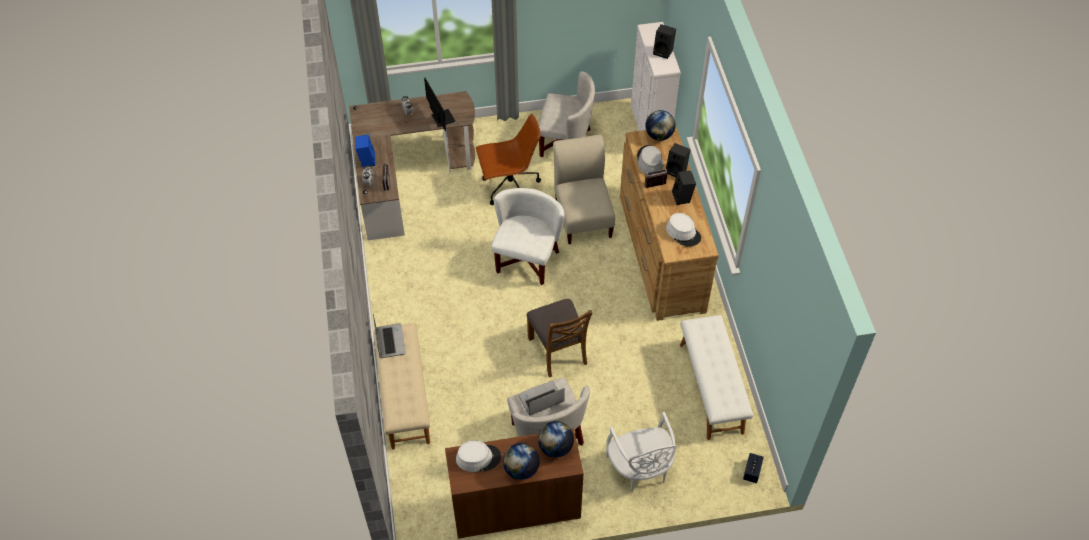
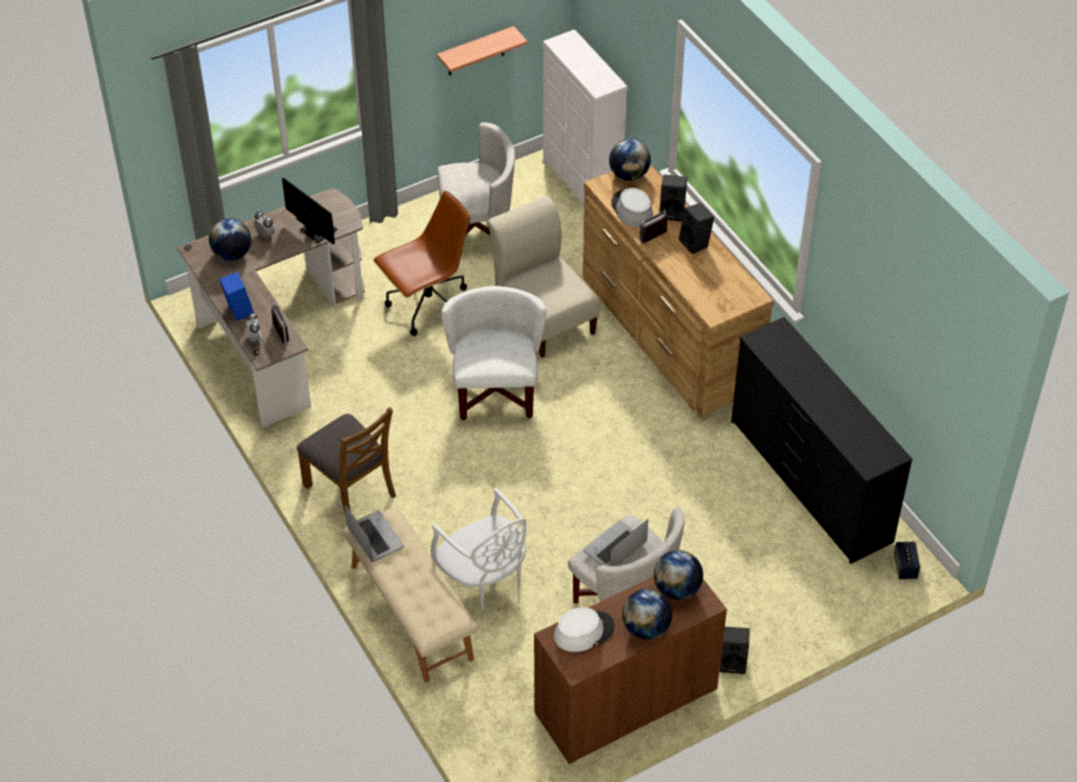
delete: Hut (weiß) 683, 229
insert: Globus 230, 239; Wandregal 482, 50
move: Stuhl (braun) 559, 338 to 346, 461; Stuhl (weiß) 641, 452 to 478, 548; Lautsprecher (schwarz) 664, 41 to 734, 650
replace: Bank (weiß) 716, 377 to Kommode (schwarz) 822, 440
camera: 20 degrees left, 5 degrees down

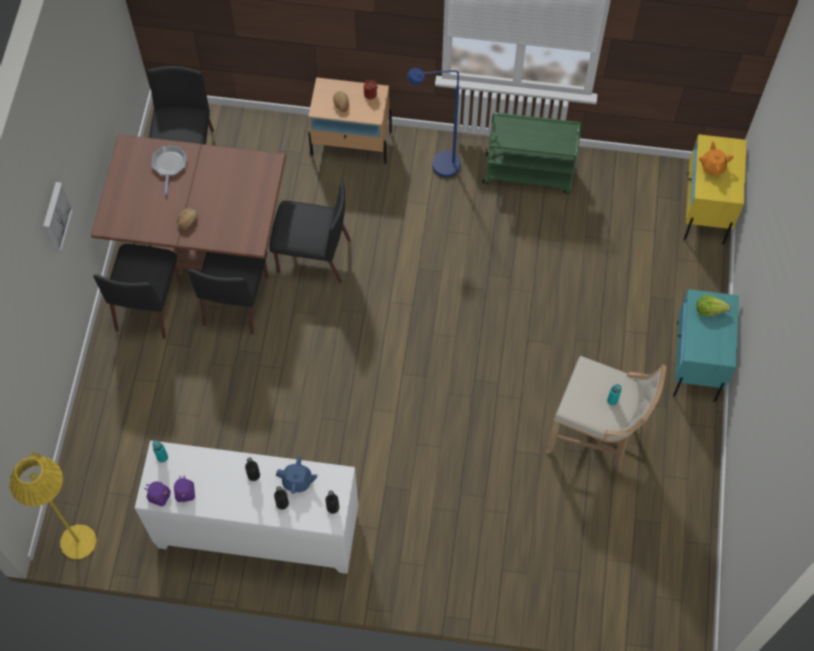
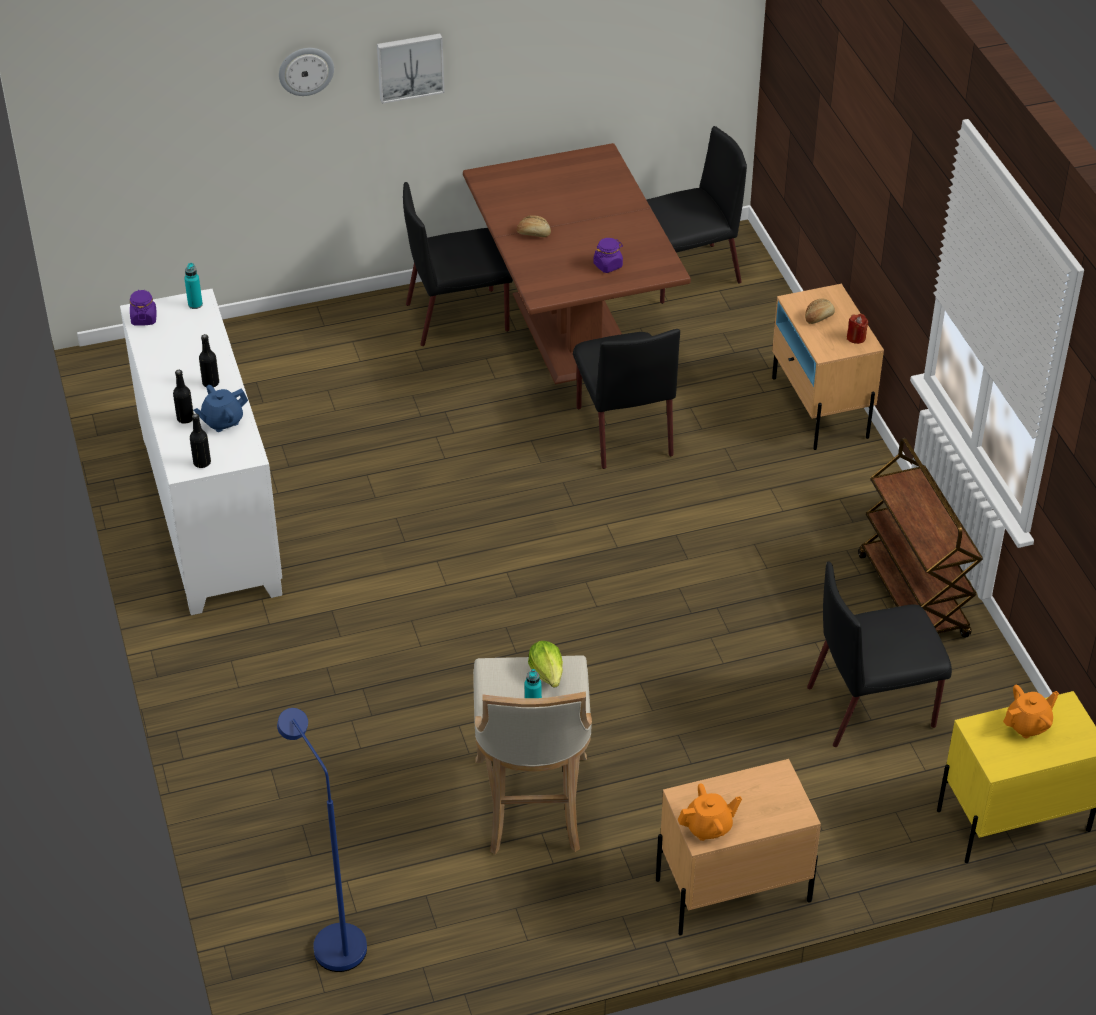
delete: Stehlampe (gelb) 53, 505; Pfanne 169, 170
insert: Wanduhr 306, 72; Teekanne (orange) 710, 812
move: Vorratsglas (lila) 184, 488 to 608, 255; Stuhl (schwarz) 228, 292 to 879, 654; Stehlampe (blau) 434, 122 to 322, 840; Salatkopf 714, 305 to 545, 664
recolor: Rollwagen (grün) 532, 153 to Rollwagen (braun) 920, 538; Nachttisch (türkis) 706, 345 to Nachttisch (beige) 738, 847
rotate: Teekanne (blau) 296, 475 = 220, 408 75 degrees clockwise
camera: 65 degrees right, 20 degrees down

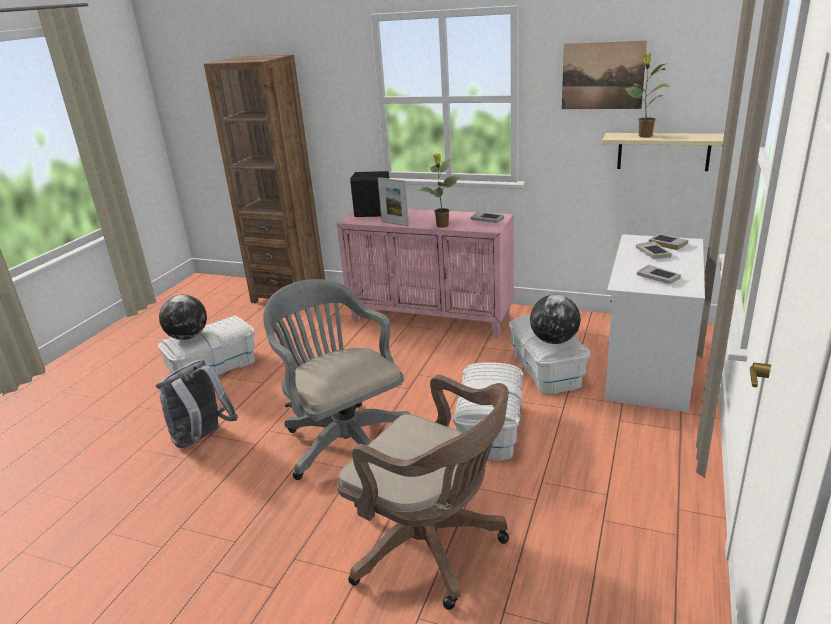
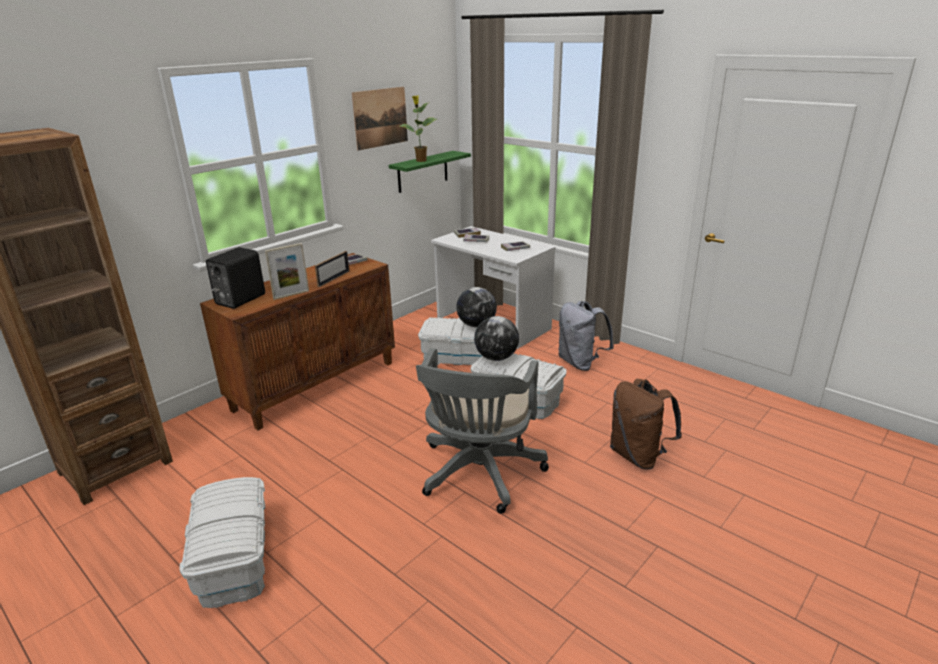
move: Rucksack (grau) 197, 403 to 586, 336; Globus 183, 317 to 496, 338
replace: Bürostuhl (braun) 423, 492 to Rucksack (braun) 646, 424; Topfpflanze 439, 191 to Bilderrahmen 332, 269
recolor: Schrank (rosa) 425, 273 to Schrank (braun) 297, 341; Wandregal (beige) 663, 152 to Wandregal (grün) 430, 172
rotate: Bürostuhl (grau) 336, 379 = 482, 431 60 degrees counterclockwise
camera: 70 degrees left, 0 degrees up

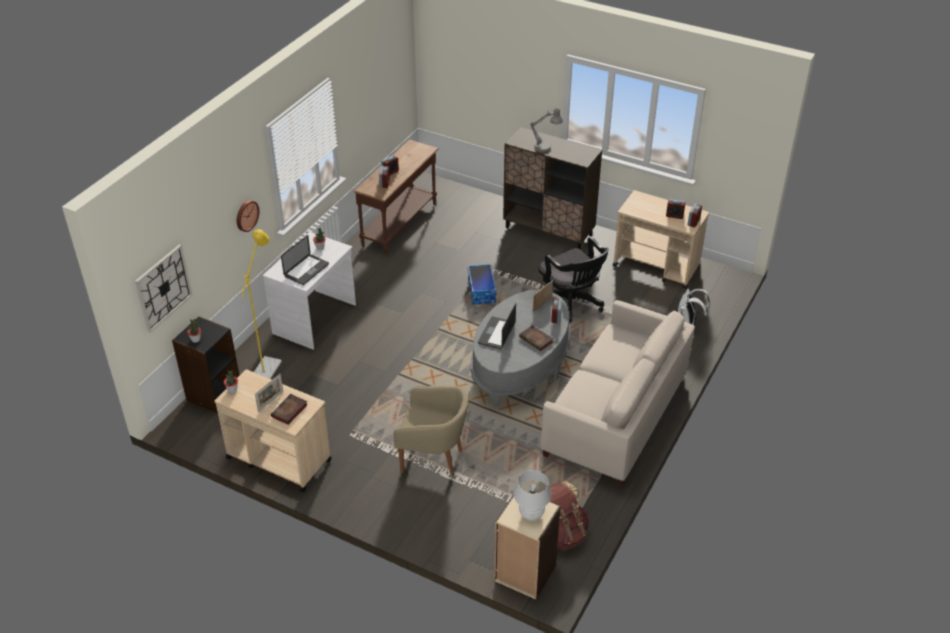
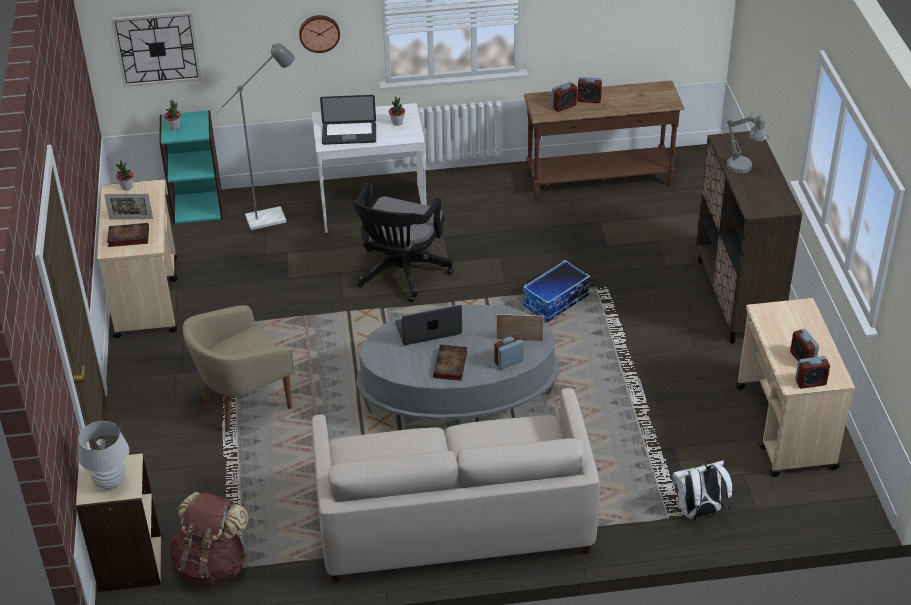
move: Bürostuhl (schwarz) 573, 280 to 403, 242
recolor: Bücherregal (schwarz) 205, 364 to Bücherregal (türkis) 191, 167; Stehlampe (gelb) 260, 304 to Stehlampe (grau) 255, 137
rotate: Sessel (beige) 431, 430 = 238, 368 75 degrees clockwise
camera: 55 degrees right, 0 degrees up

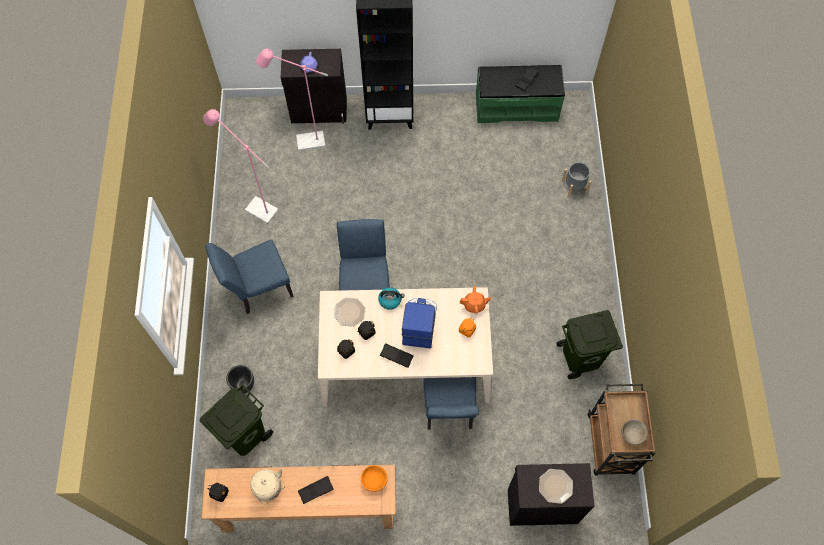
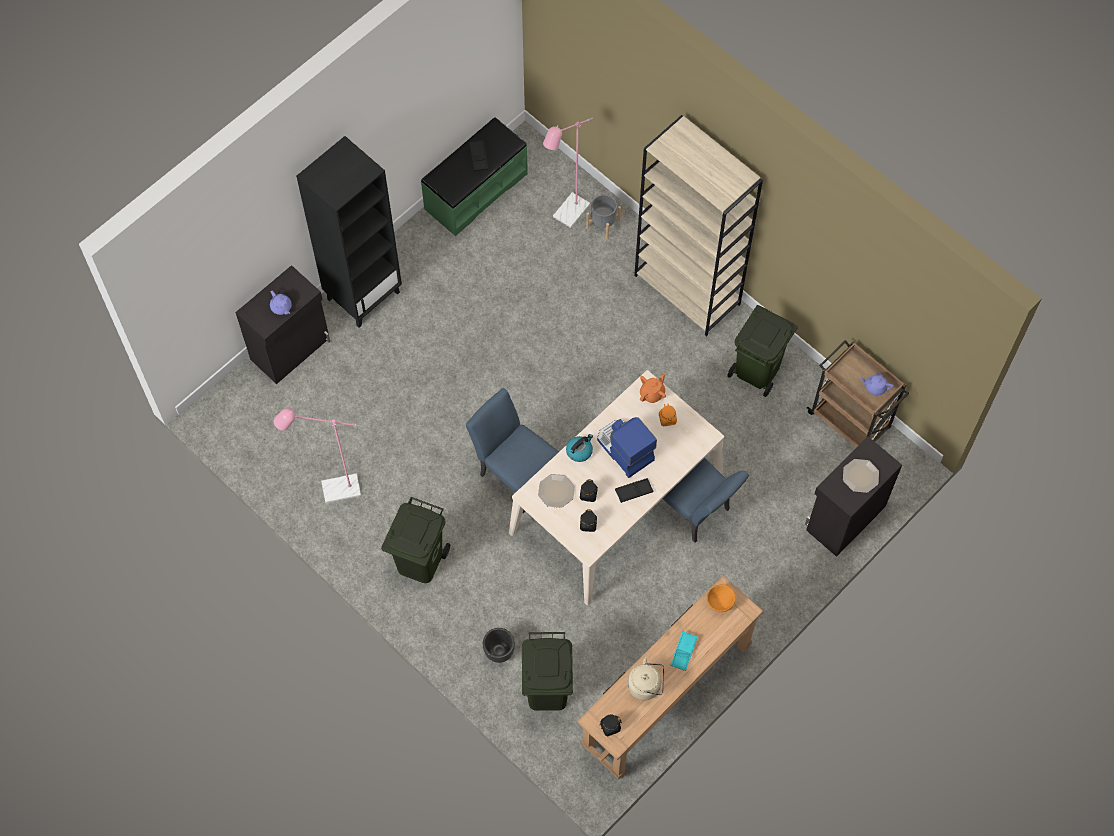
insert: Bücherregal (beige) 698, 225
move: Stehlampe (rosa) 292, 100 to 568, 173
replace: Stuhl (blau) 249, 276 to Mülleimer (grün) 415, 540; Schüssel (beige) 634, 432 to Teekanne (lila) 876, 384
recolor: Tablett (schwarz) 316, 490 to Tablett (türkis) 684, 651
camera: 45 degrees left, 0 degrees up

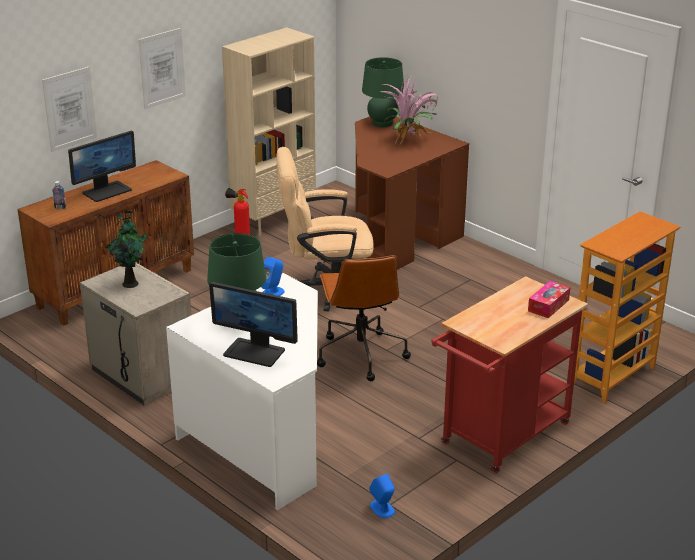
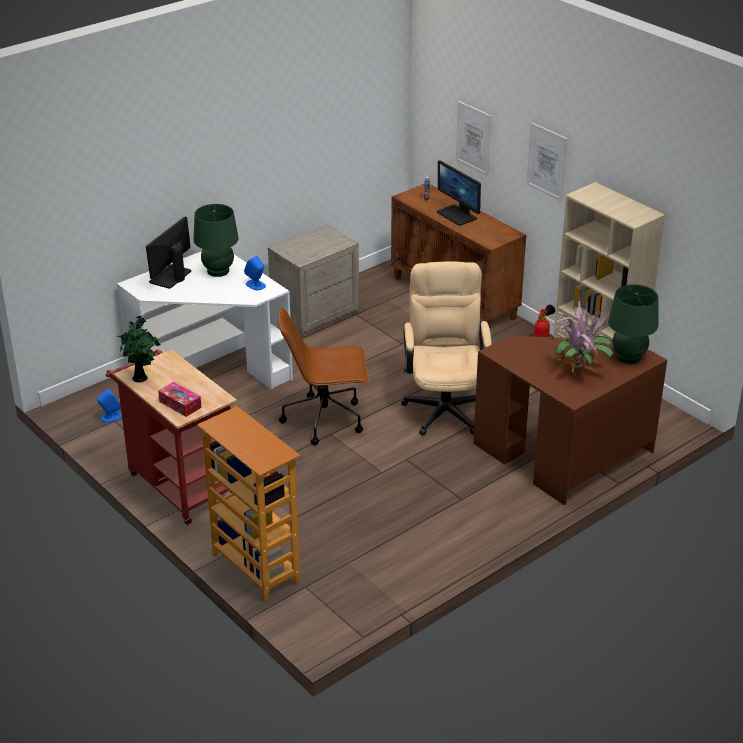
move: Topfpflanze 126, 249 to 139, 349
camera: 95 degrees right, 5 degrees up

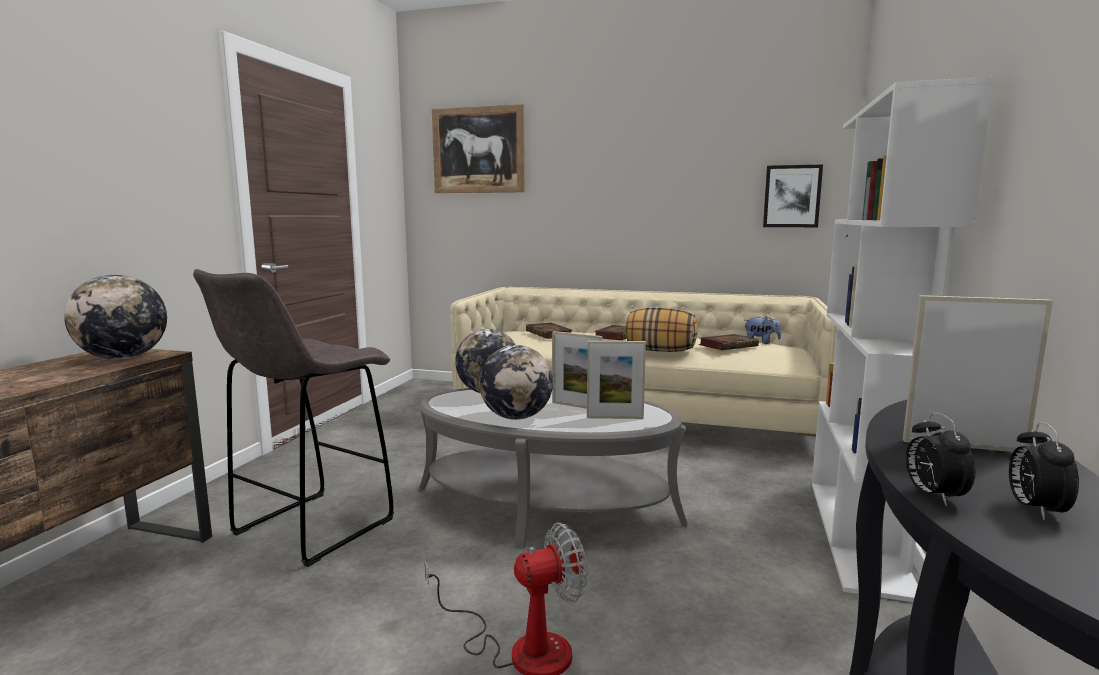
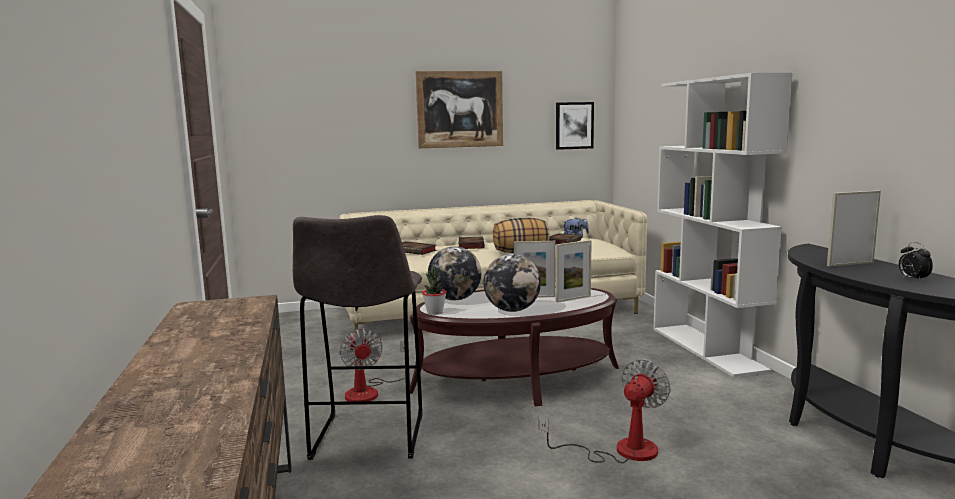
delete: Globus 115, 317; Wecker 941, 459
insert: Ventilator 372, 365; Topfpflanze 434, 290
move: Bild 478, 148 to 459, 109
recolor: Couchtisch (grau) 553, 468 to Couchtisch (braun) 514, 346
camera: 30 degrees left, 0 degrees up

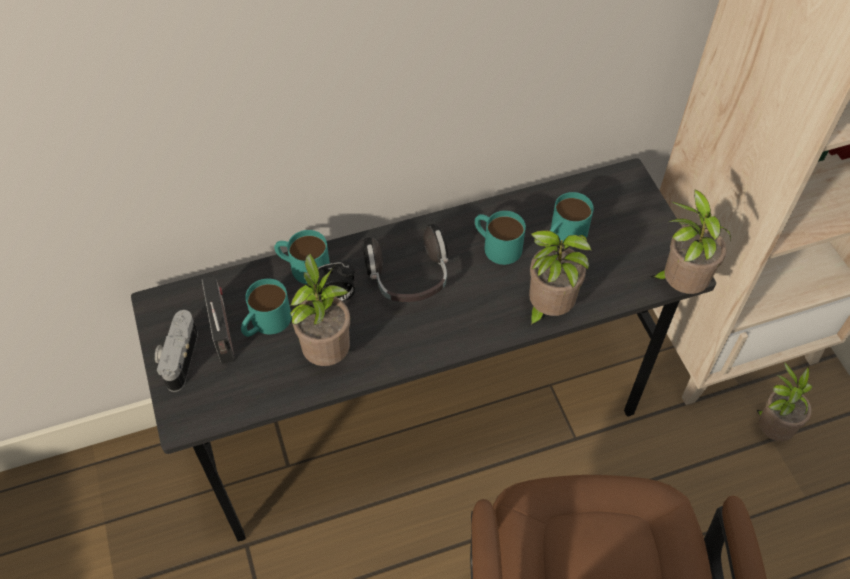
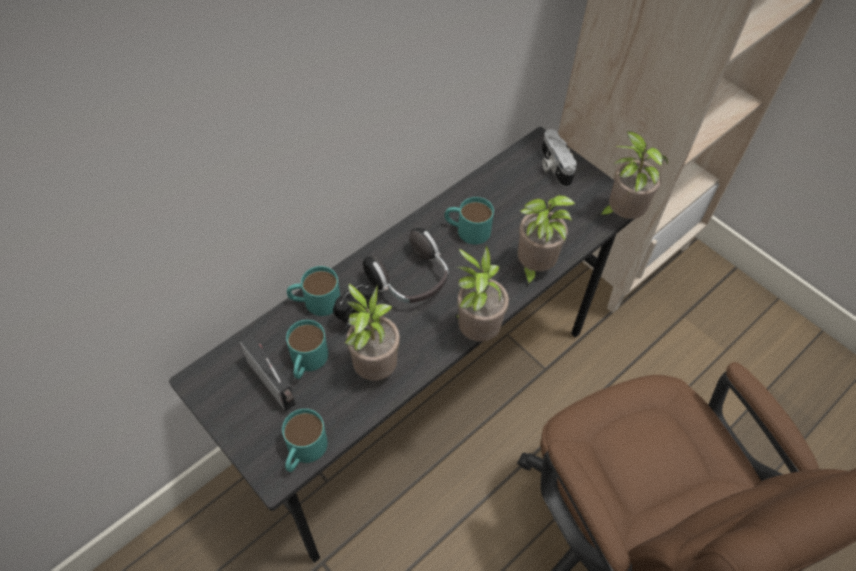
move: Kamera 176, 351 to 559, 158; Henkelbecher (türkis) 572, 218 to 305, 440; Topfpflanze 784, 401 to 482, 293
camera: 25 degrees left, 0 degrees up

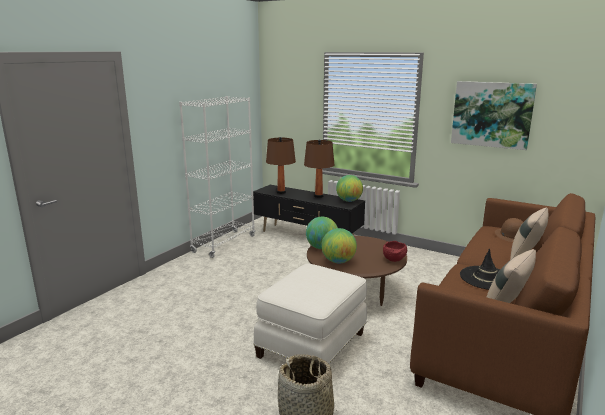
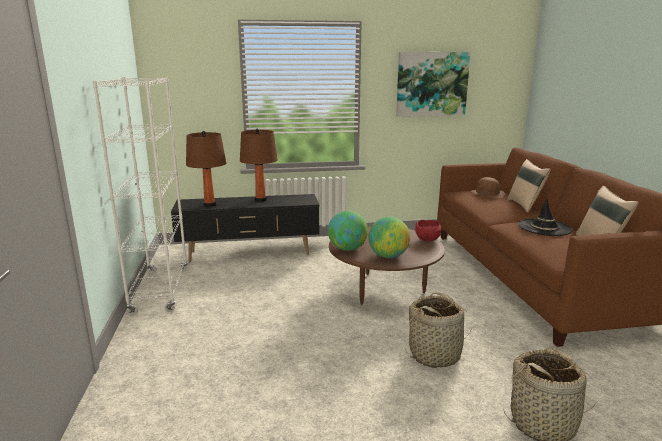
delete: Globus 349, 188
replace: Polsterhocker (weiß) 310, 314 to Korb 438, 330
camera: 40 degrees left, 0 degrees up

